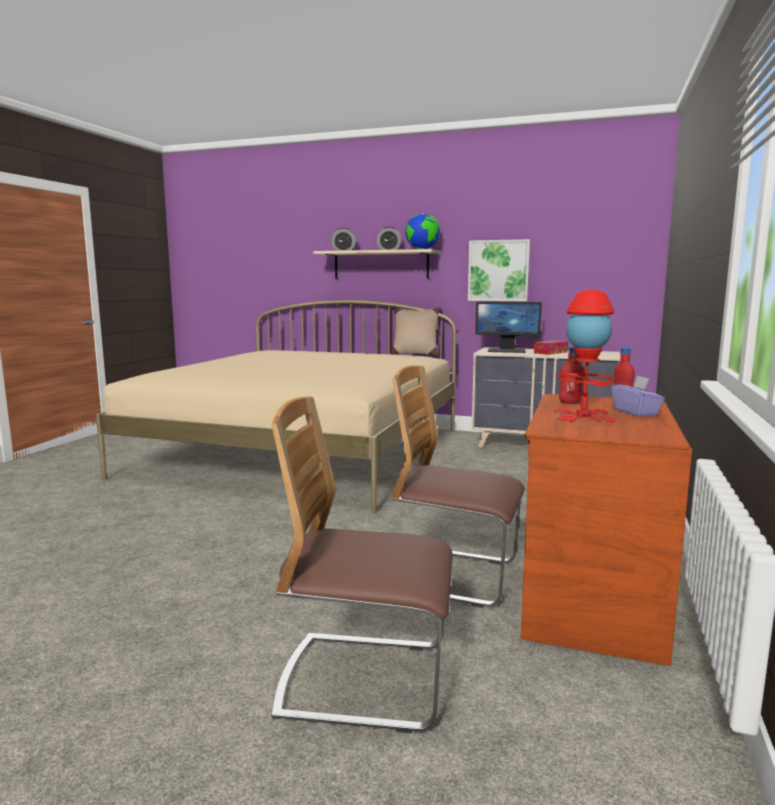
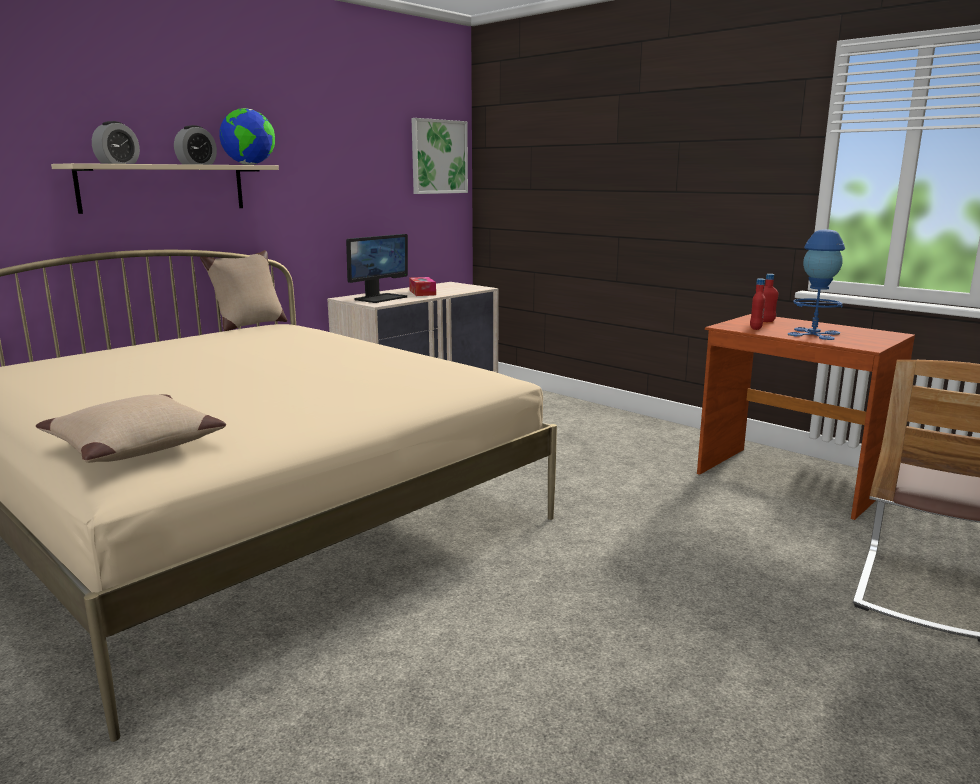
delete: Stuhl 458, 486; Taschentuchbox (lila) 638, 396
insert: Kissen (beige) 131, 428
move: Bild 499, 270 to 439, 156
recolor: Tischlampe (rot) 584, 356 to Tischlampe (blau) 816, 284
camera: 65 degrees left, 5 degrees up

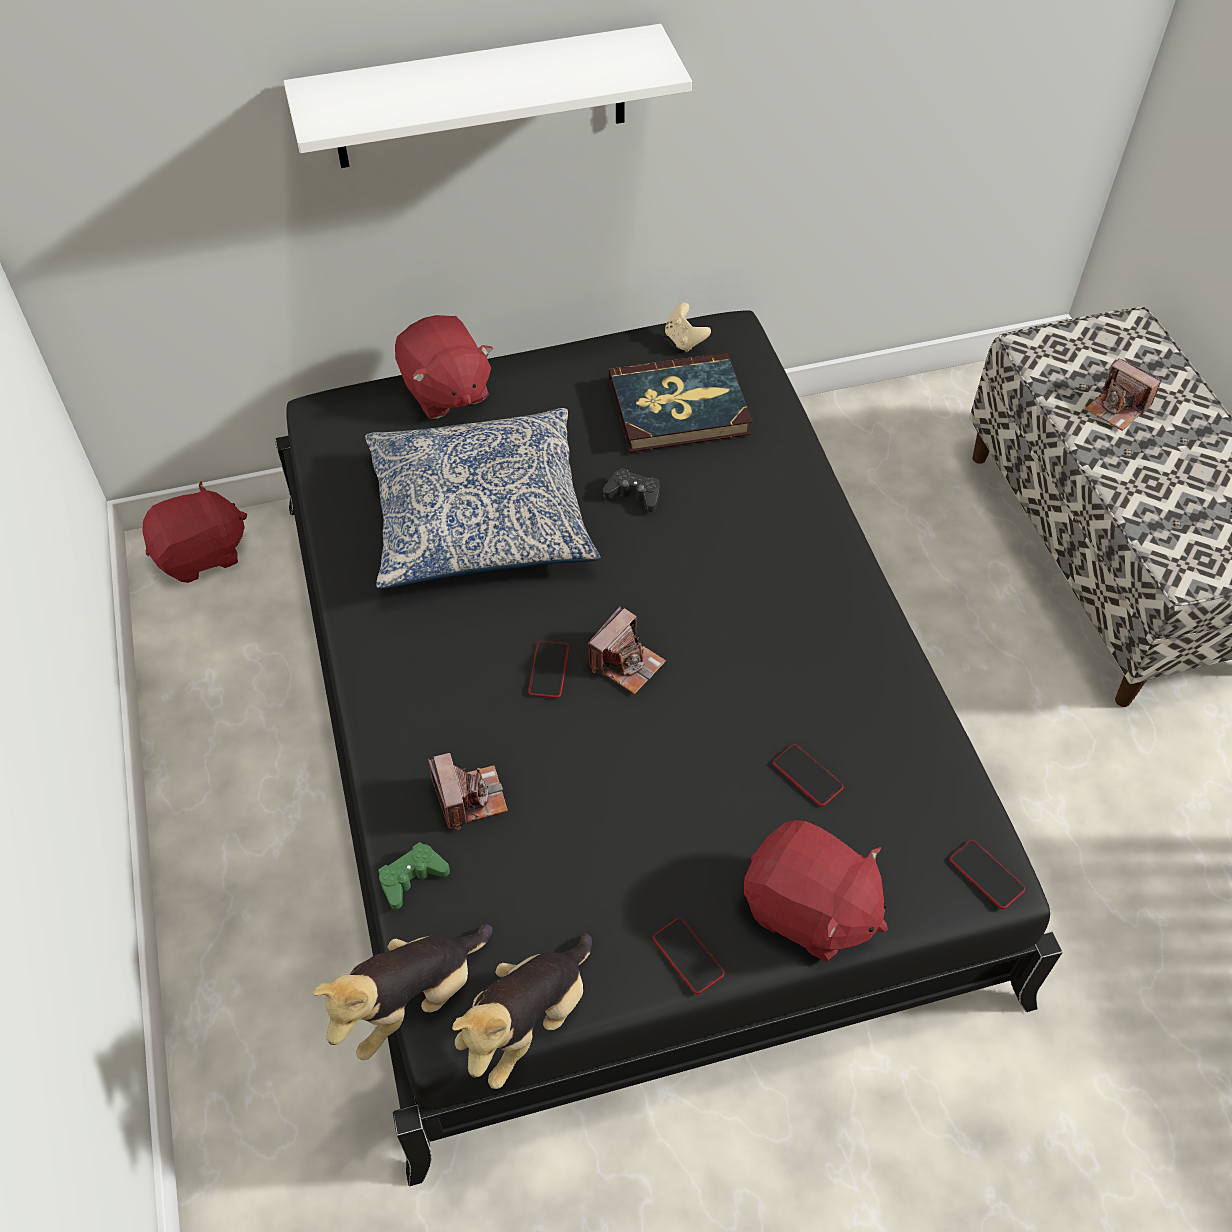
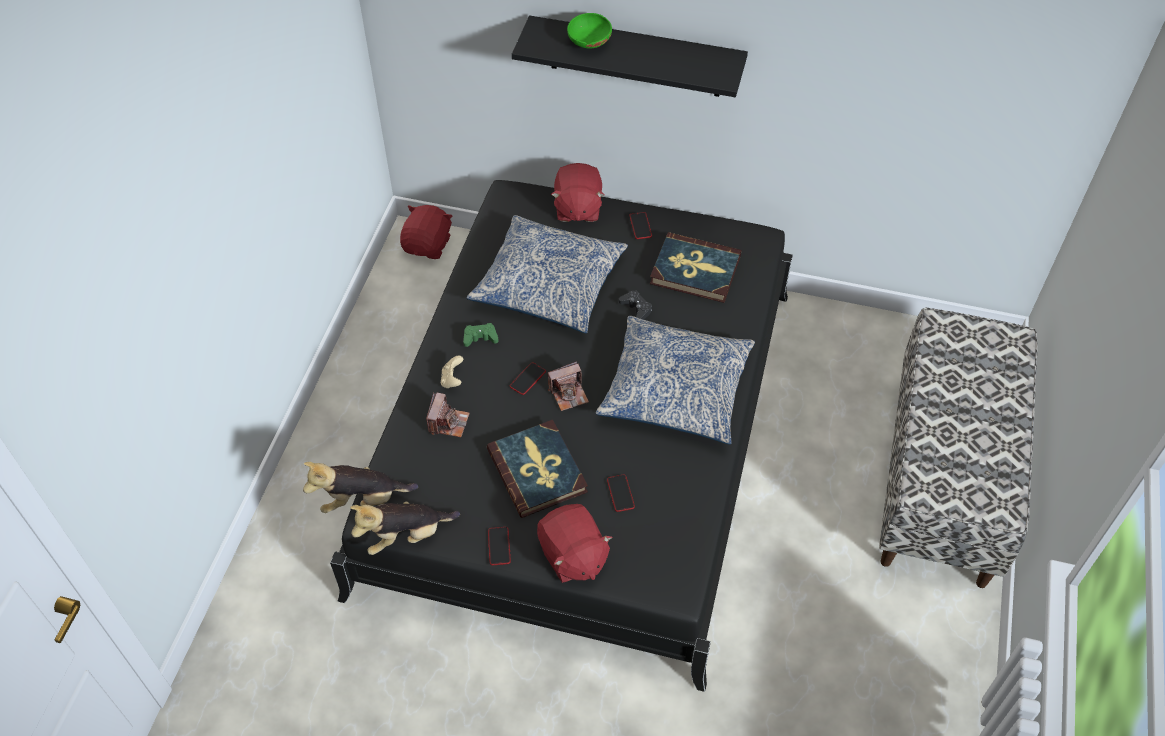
delete: Kamera 1123, 394
insert: Buch 537, 469; Schüssel (grün) 589, 30; Kissen 675, 380
move: Gamepad (grün) 414, 875 to 481, 335; Gamepad (beige) 688, 327 to 452, 371; Handy 987, 874 to 640, 225
recolor: Wandregal (weiß) 488, 96 to Wandregal (schwarz) 630, 56
rotate: Plüschtier (rot) 194, 532 = 426, 232 75 degrees counterclockwise
camera: 30 degrees right, 0 degrees up

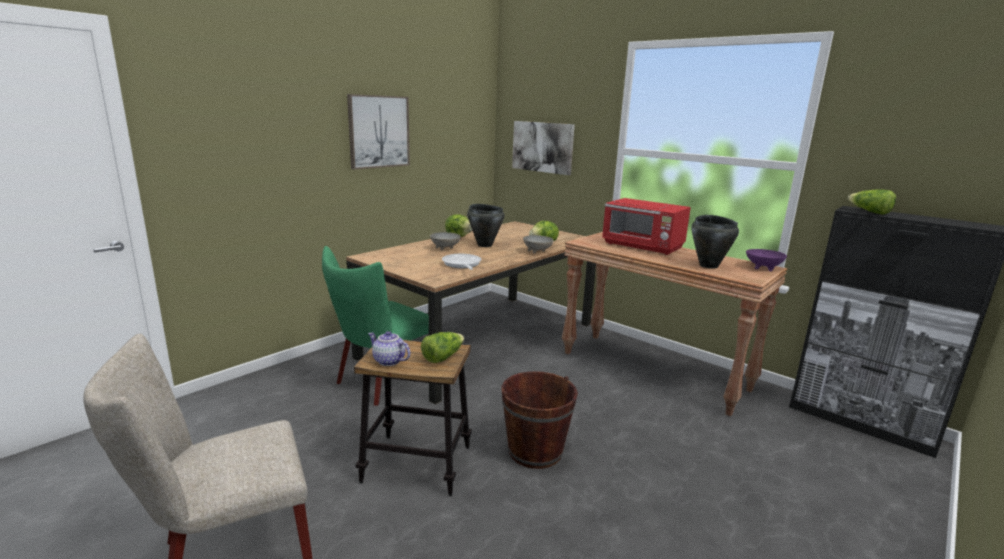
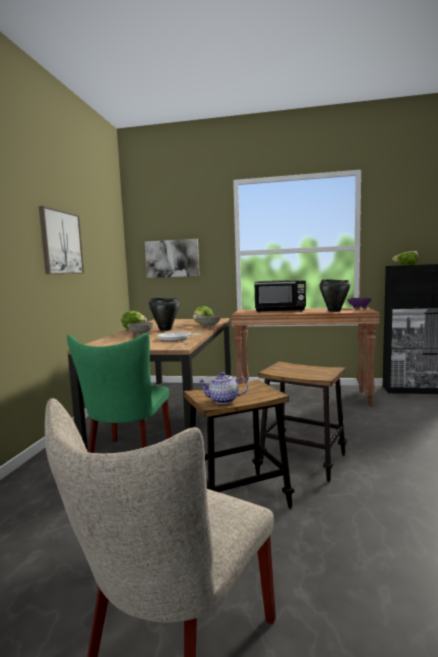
delete: Salatkopf 442, 347
replace: Eimer (braun) 540, 420 to Hocker 302, 421
recolor: Mikrowelle (rot) 646, 226 to Mikrowelle (schwarz) 280, 296
camera: 30 degrees left, 10 degrees down

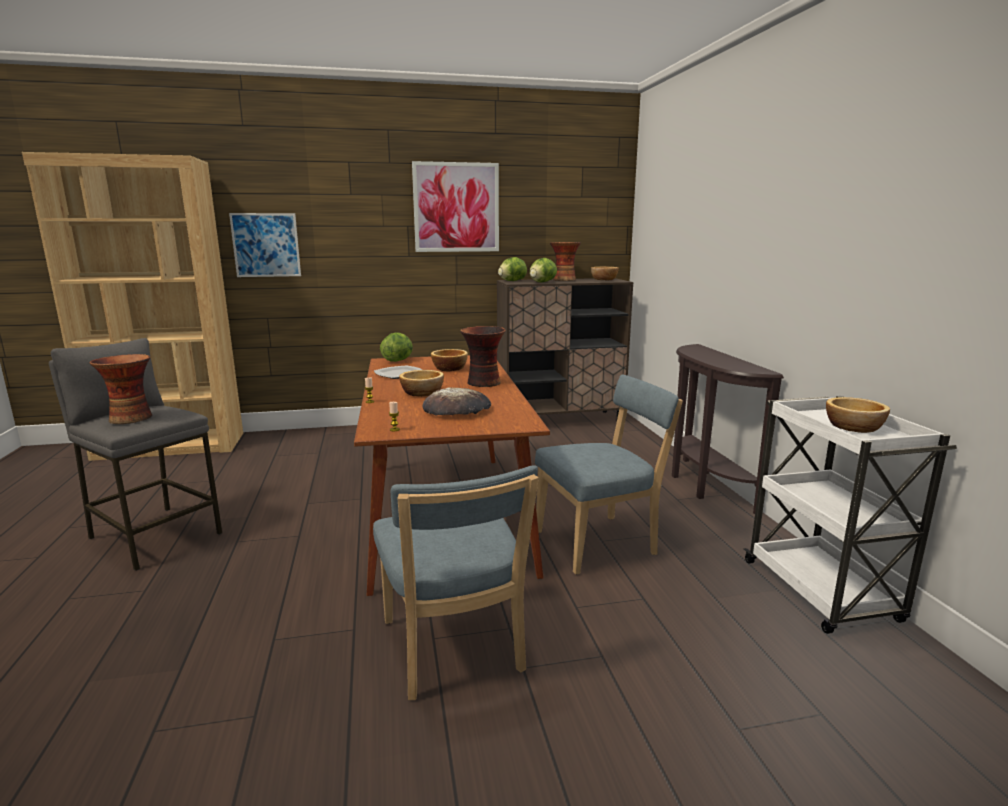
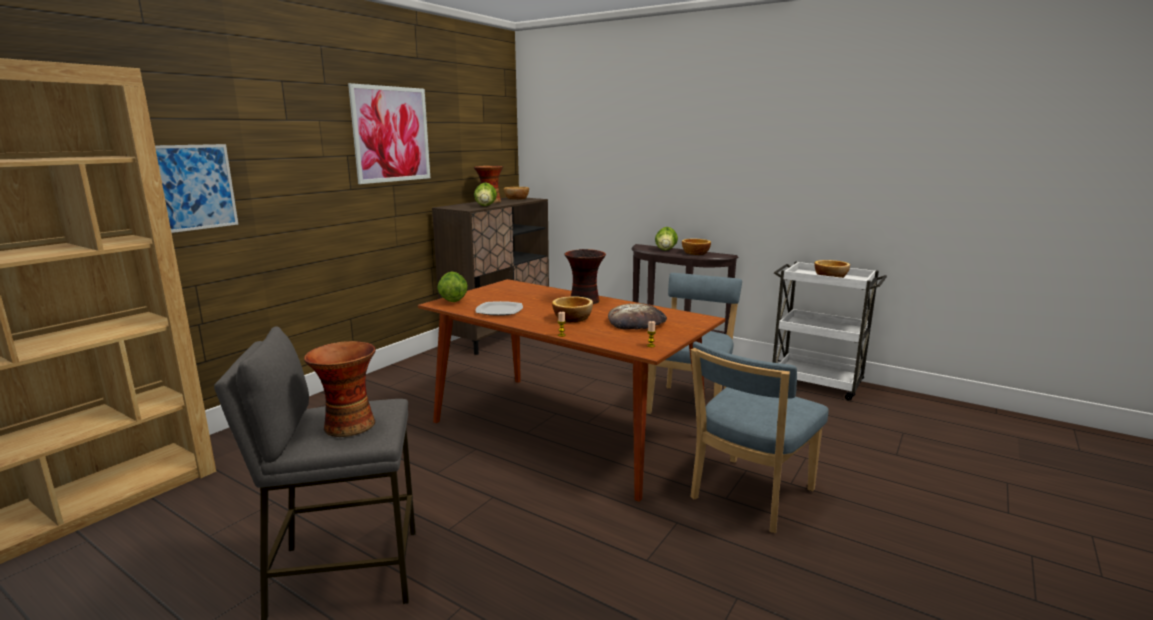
move: Schüssel 449, 360 to 696, 246; Salatkopf 512, 269 to 666, 239
rotate: Stuhl (blau) 456, 582 = 759, 437 105 degrees clockwise
camera: 45 degrees left, 0 degrees up

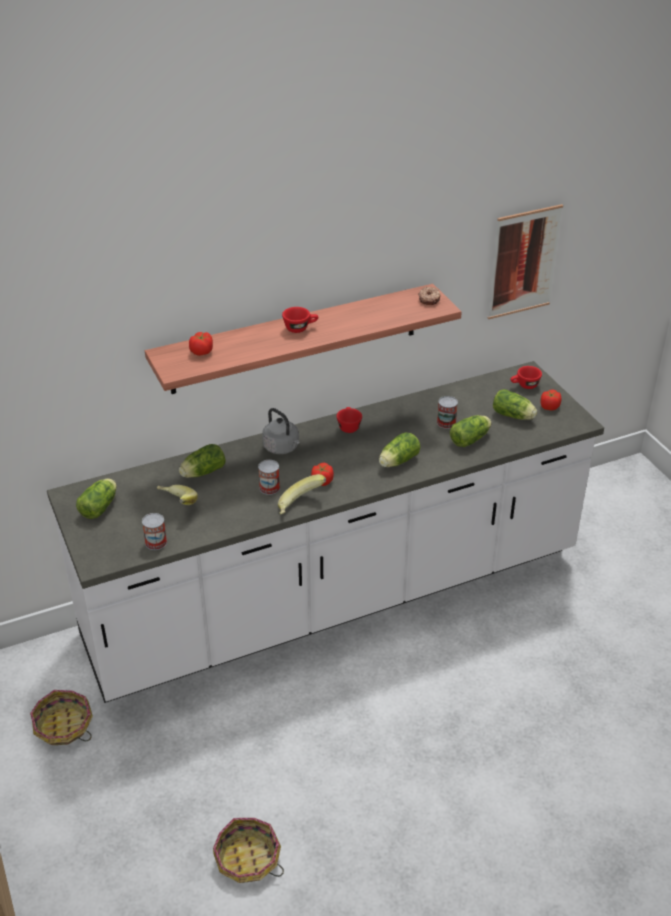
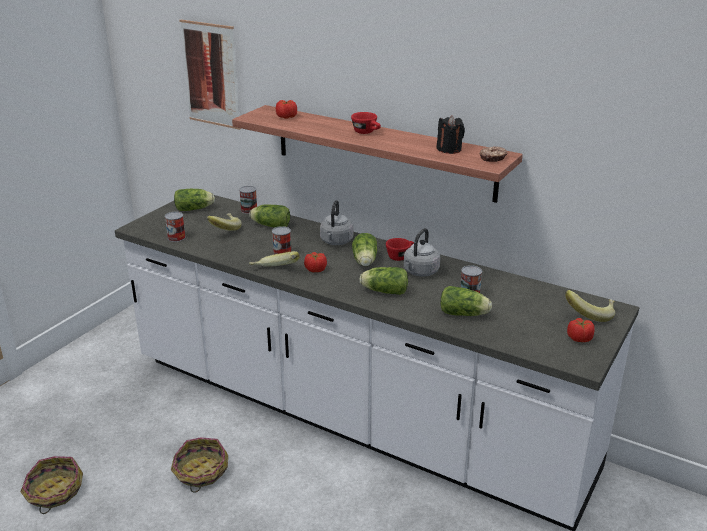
insert: Dose 248, 200; Wasserkessel (grau) 422, 252; Kerze (schwarz) 451, 134
move: Korb 61, 717 to 199, 465; Bild 525, 261 to 210, 75; Salatkopf 515, 404 to 364, 250
replace: Tasse (rot) 526, 377 to Banane 590, 306
camera: 55 degrees right, 10 degrees down

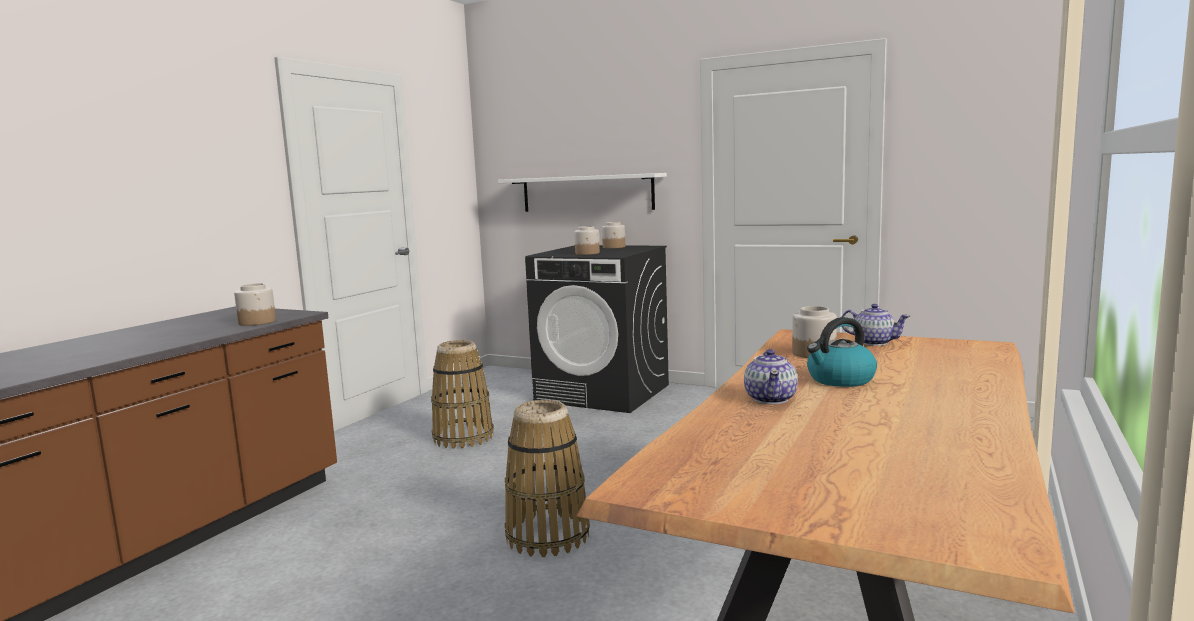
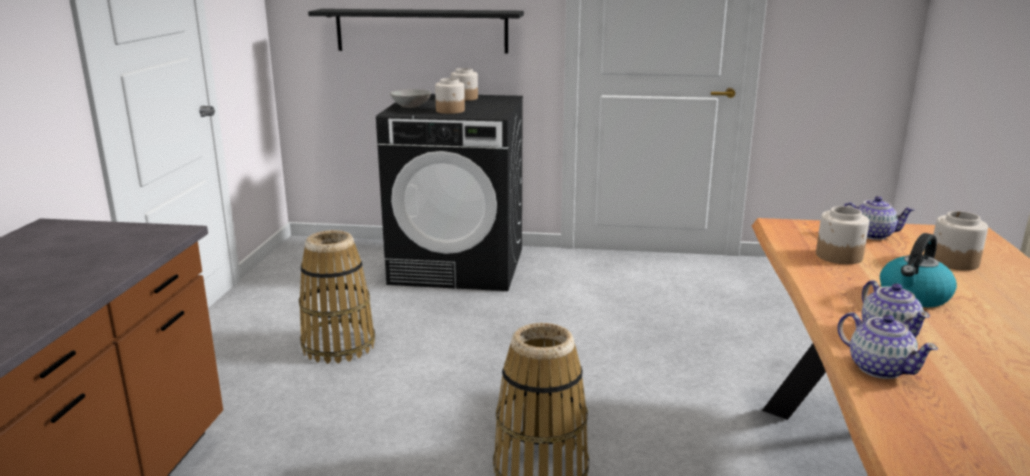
insert: Schüssel (grau) 410, 98; Teekanne 887, 345
move: Vorratsglas 255, 304 to 960, 241
recolor: Wandregal (weiß) 582, 192 to Wandregal (schwarz) 416, 31
camera: 20 degrees left, 10 degrees up

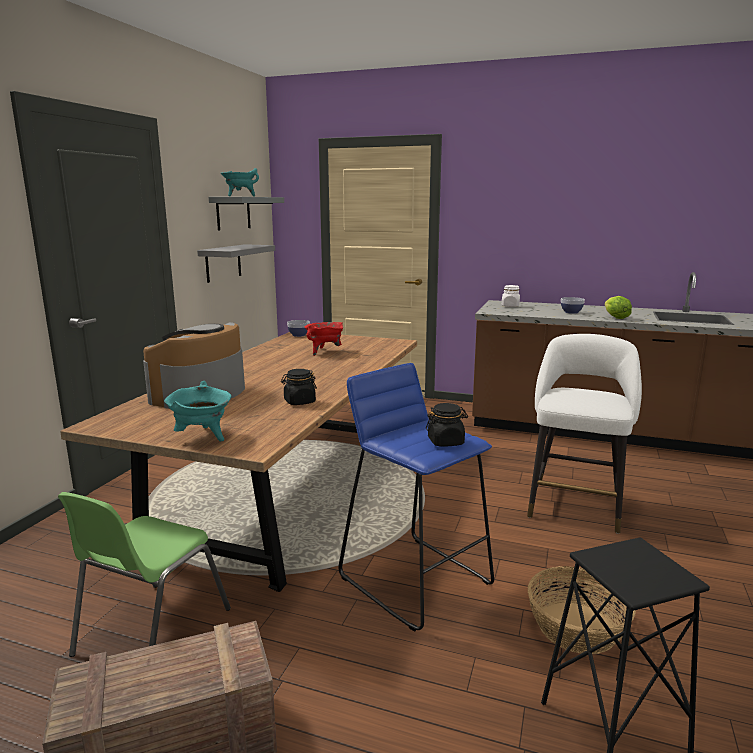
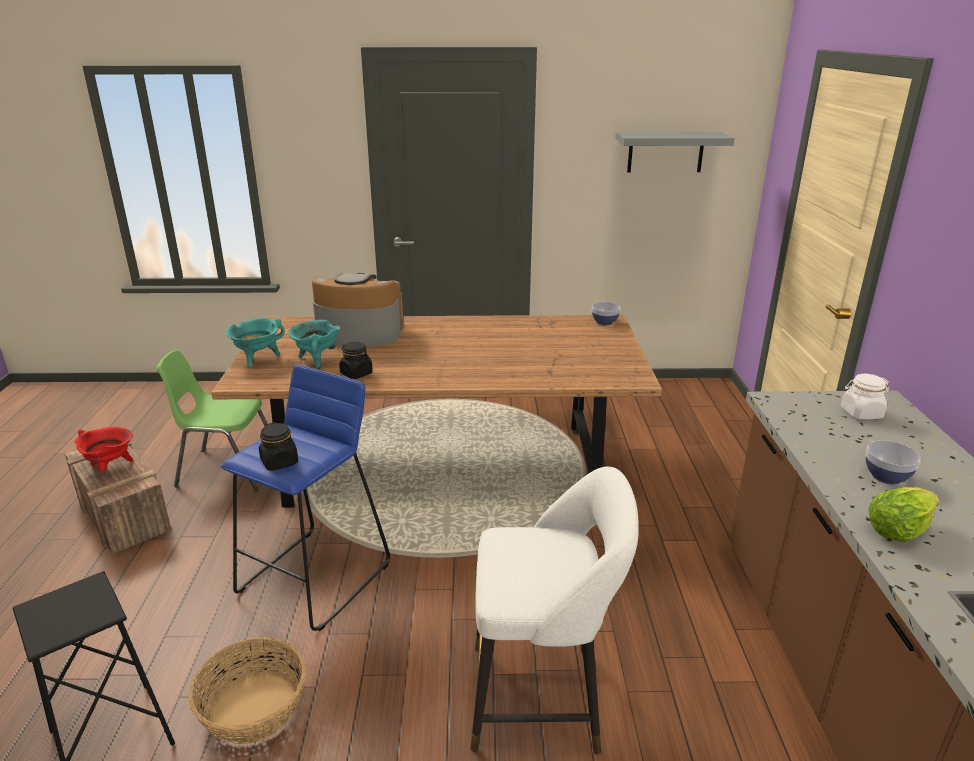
delete: Wandregal (grau) 236, 263
move: Kochtopf (türkis) 240, 182 to 314, 345; Kochtopf (rot) 324, 339 to 103, 449
camera: 70 degrees right, 10 degrees up

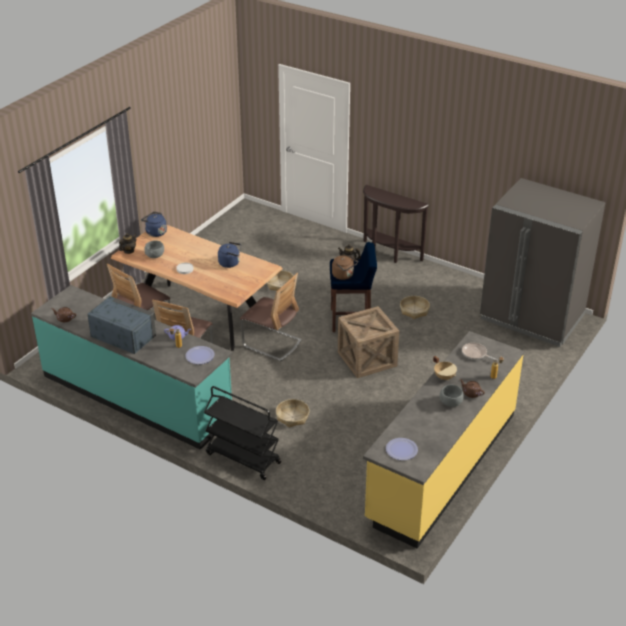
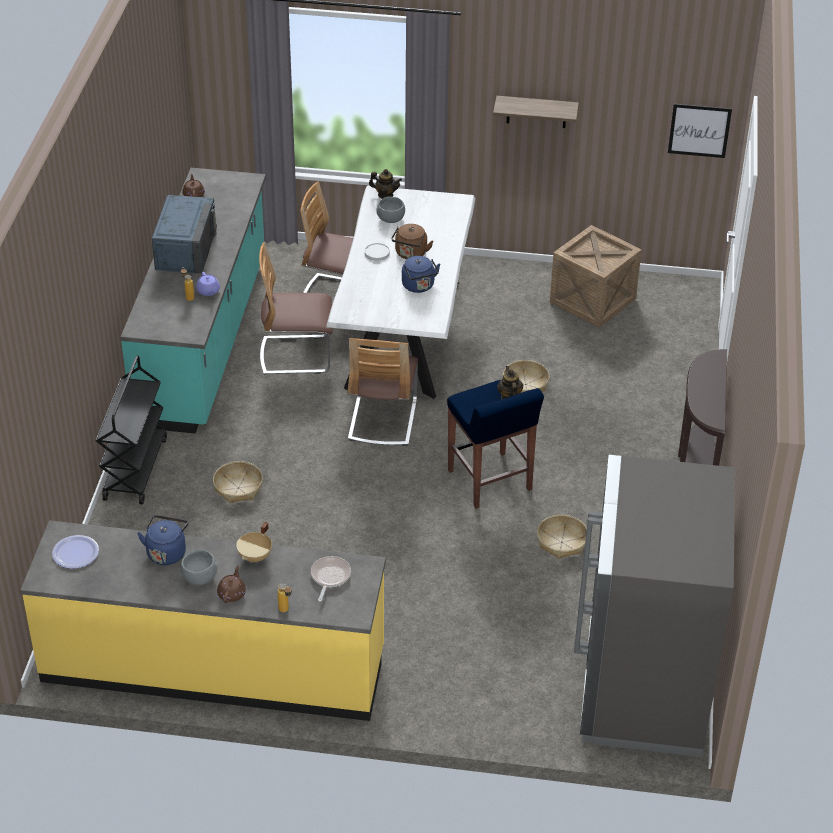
delete: Teller 200, 355
insert: Wandregal 536, 112; Bild 700, 130
move: Wasserkessel (blau) 154, 224 to 162, 540; Wasserkessel (braun) 345, 267 to 412, 241; Kiste 368, 342 to 596, 276
recolor: Esstisch (braun) 197, 288 to Esstisch (weiß) 401, 292
camera: 65 degrees right, 5 degrees up

